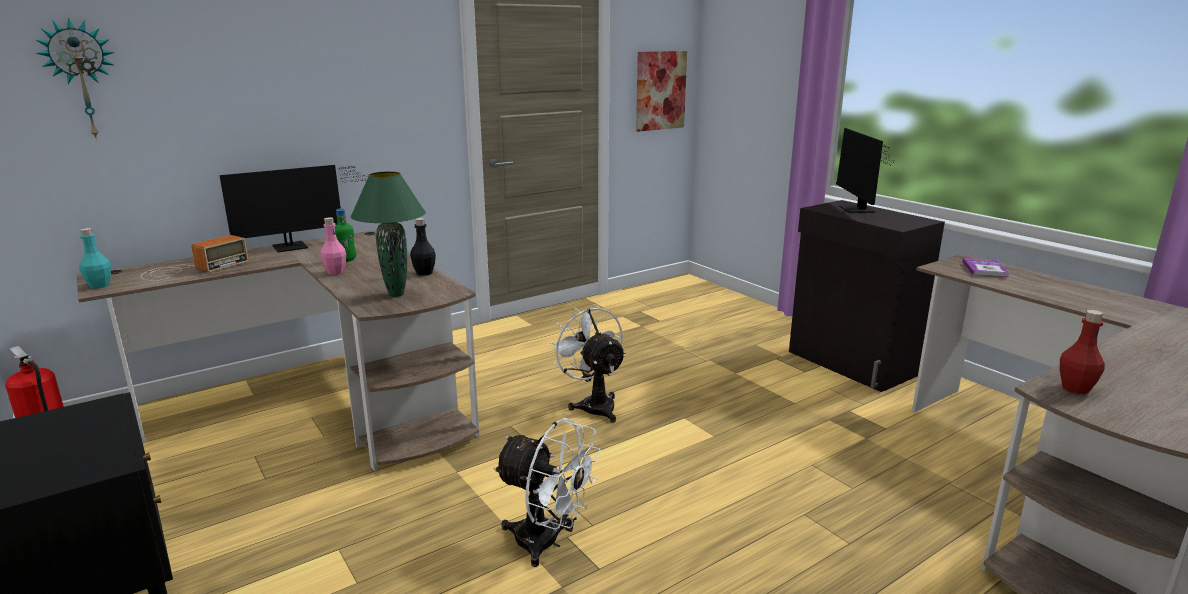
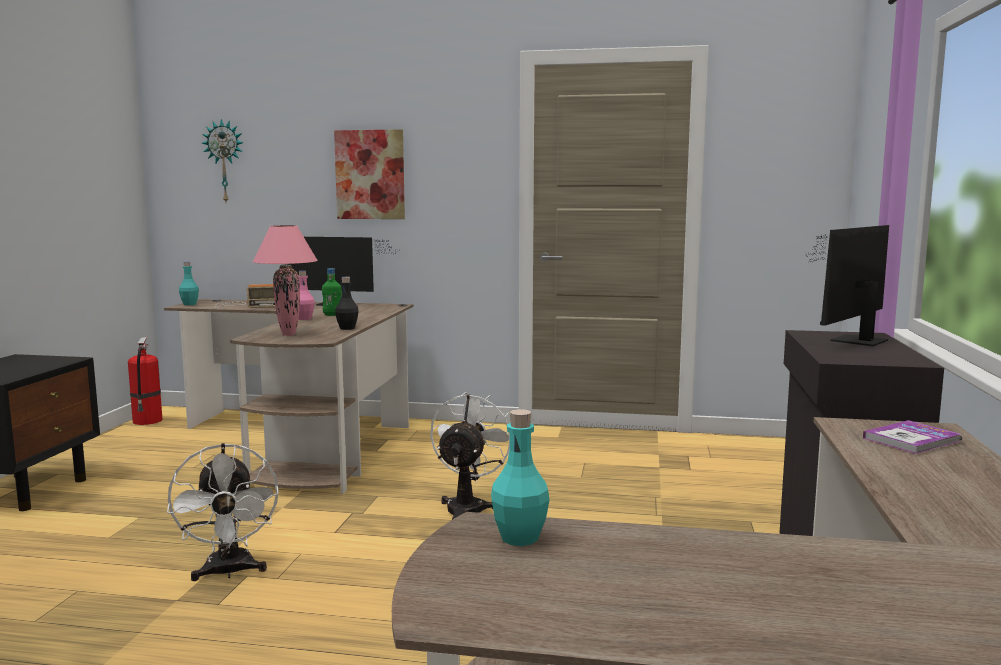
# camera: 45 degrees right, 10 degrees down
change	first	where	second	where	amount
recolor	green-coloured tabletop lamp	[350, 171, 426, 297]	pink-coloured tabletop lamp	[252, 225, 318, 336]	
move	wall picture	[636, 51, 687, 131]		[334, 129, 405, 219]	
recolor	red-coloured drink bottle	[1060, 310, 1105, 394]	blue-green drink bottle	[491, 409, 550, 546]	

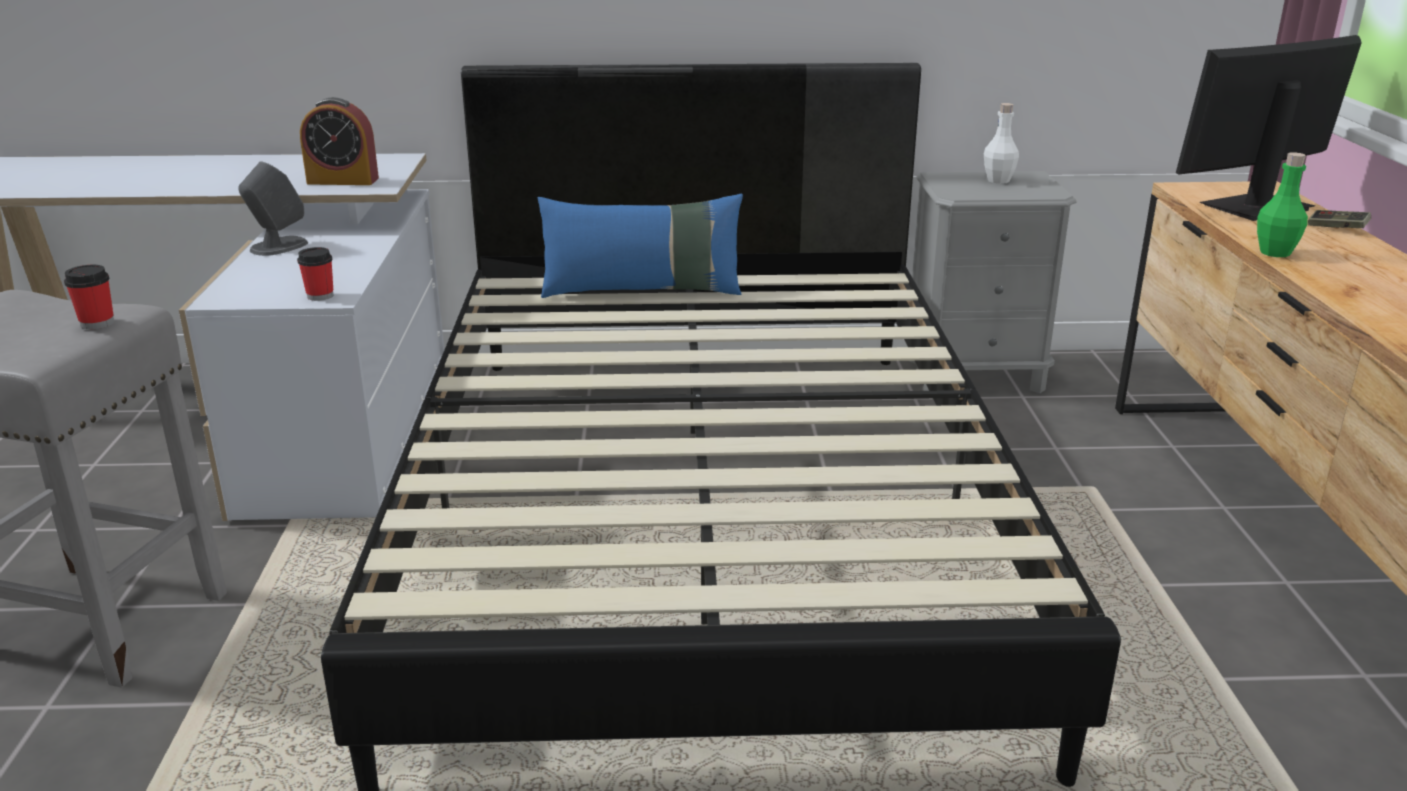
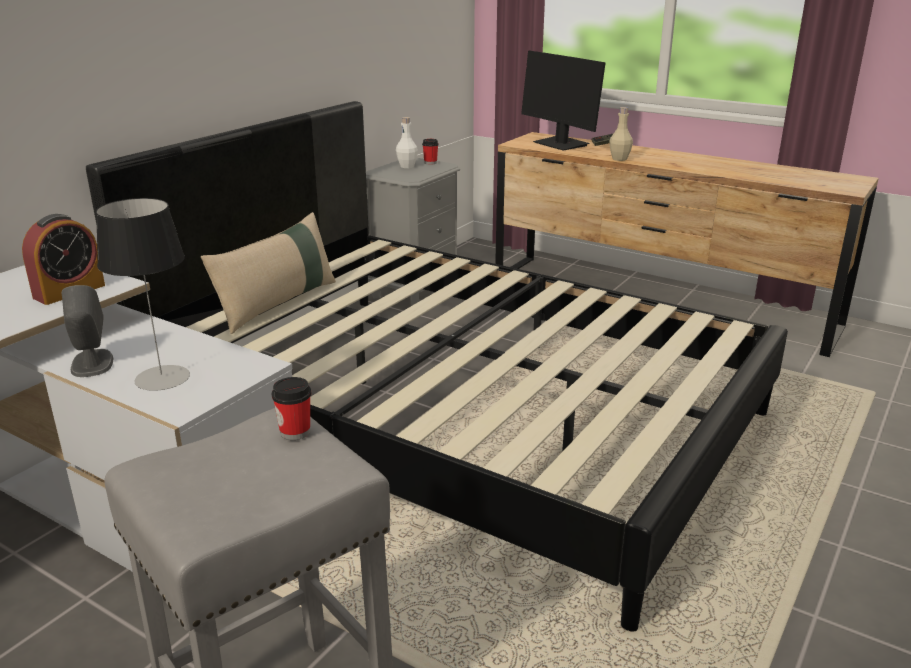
# camera: 55 degrees left, 0 degrees up
change	first	where	second	where	amount
move	small cup	[297, 247, 333, 301]		[422, 139, 439, 165]	
recolor	blue-coloured pillow	[538, 194, 743, 298]	sand-coloured pillow	[201, 212, 336, 334]	
rotate	computer display	[1176, 35, 1362, 221]		[521, 50, 606, 151]	45 degrees counterclockwise
recolor	green-coloured drink bottle	[1257, 152, 1308, 257]	sand-coloured drink bottle	[609, 107, 633, 161]	
insert			tabletop lamp	[96, 198, 190, 391]	

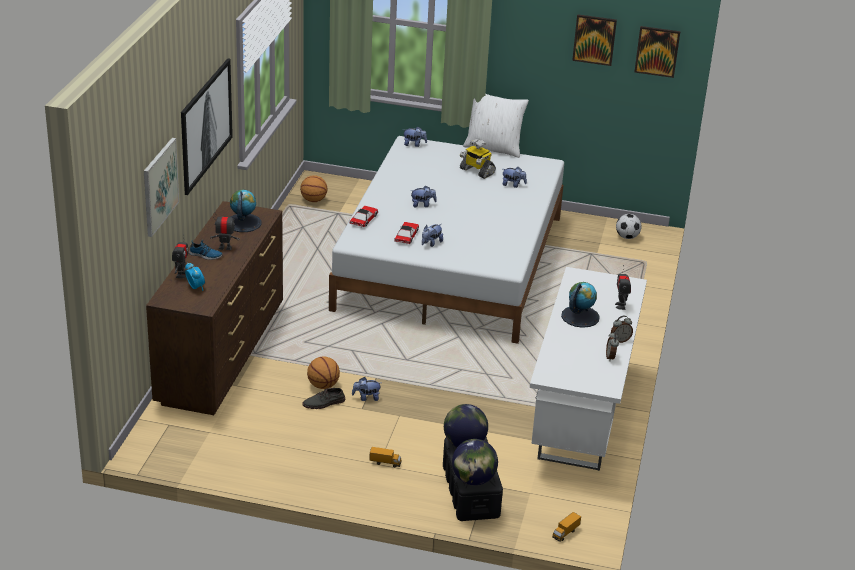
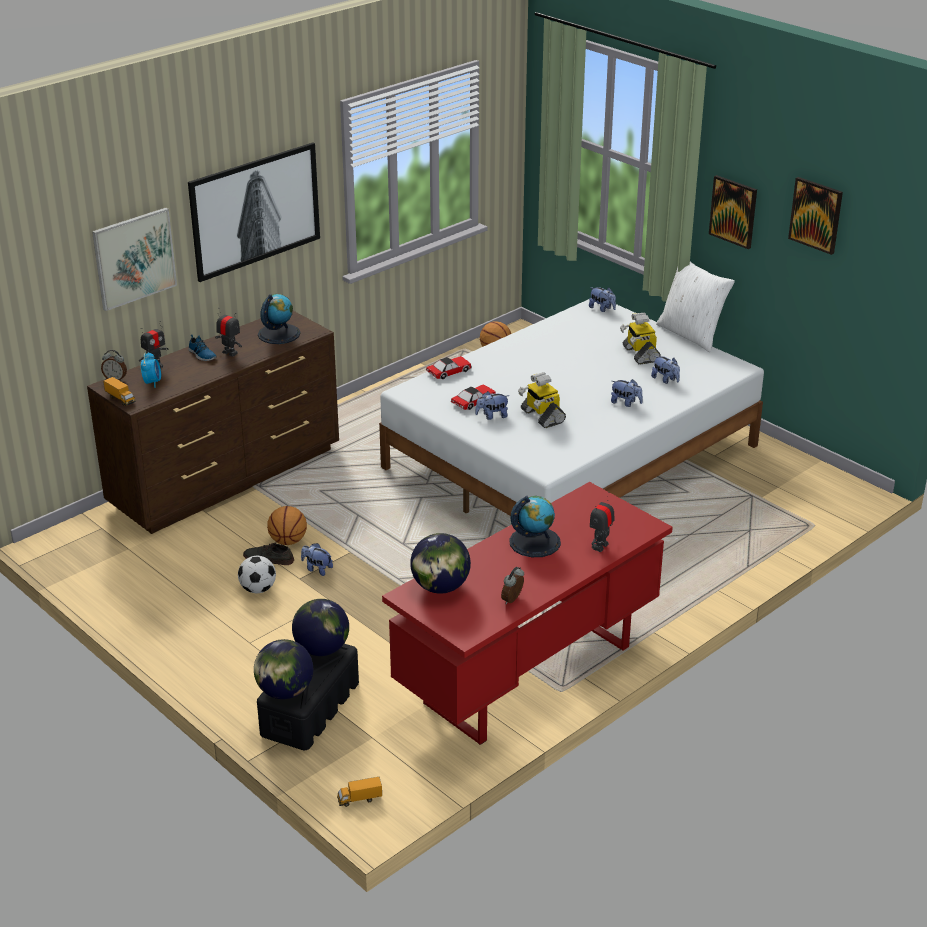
# camera: 35 degrees right, 0 degrees up
change	first	where	second	where	amount
move	toy lorry	[369, 447, 402, 468]		[103, 377, 135, 406]	
move	cuddly toy	[411, 185, 437, 207]		[611, 379, 643, 407]	
recolor	white desk table	[530, 267, 647, 471]	red-coloured desk table	[382, 482, 673, 745]	
move	bedside clock	[611, 316, 633, 343]		[101, 350, 127, 381]	
move	football ball	[616, 214, 642, 239]		[238, 556, 276, 593]	
move	wall picture	[635, 26, 681, 78]		[709, 175, 757, 249]	
insert			world globe	[410, 533, 471, 594]	
insert			toy robot	[518, 372, 566, 428]	

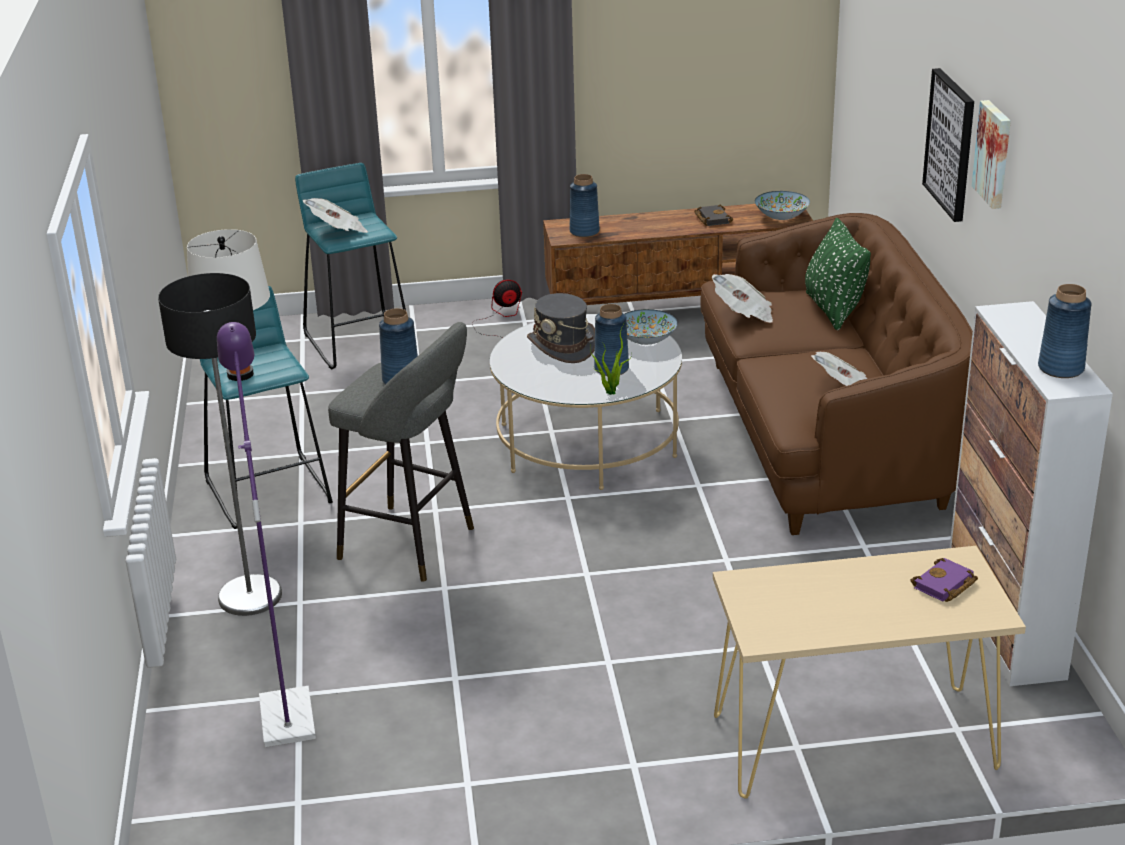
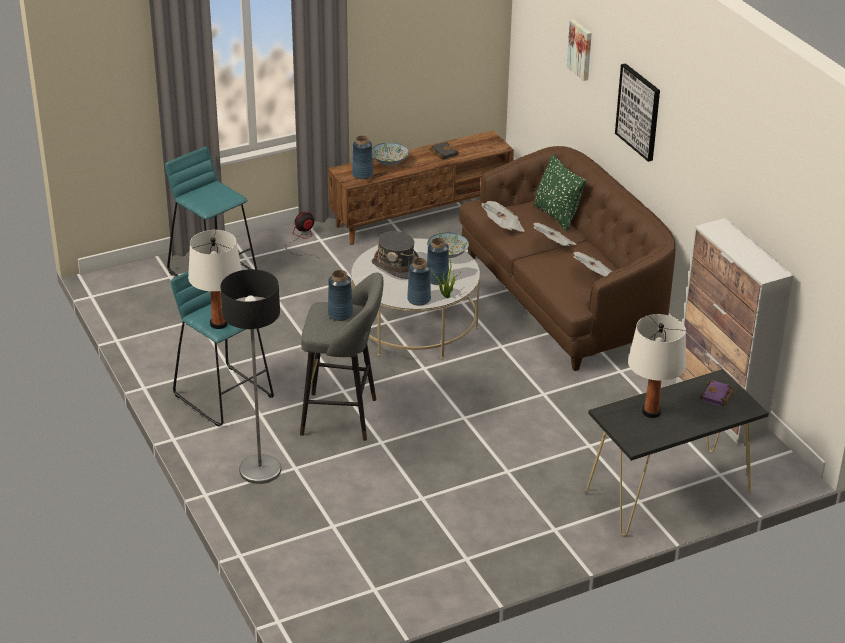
# camera: 20 degrees left, 5 degrees up
change	first	where	second	where	amount
delete	purplish floor lamp	[217, 322, 316, 747]			
move	daily paper	[303, 198, 368, 233]		[533, 223, 576, 246]	
recolor	sand-coloured console table	[713, 546, 1026, 799]	black-coloured console table	[586, 369, 768, 536]	
move	serving bowl	[755, 191, 810, 220]		[372, 143, 409, 166]	
move	wall picture	[972, 100, 1011, 209]		[567, 19, 592, 81]	
move	blue-coloured flower vase	[1038, 284, 1092, 378]		[407, 258, 431, 306]	
insert			white tabletop lamp	[628, 314, 686, 418]	

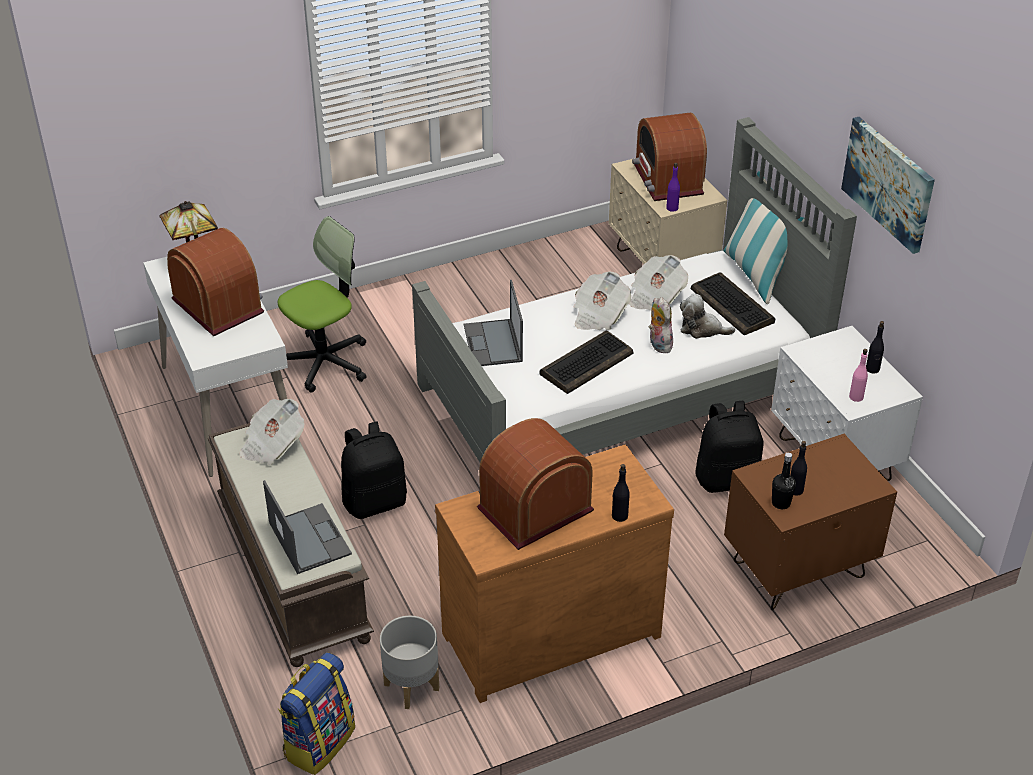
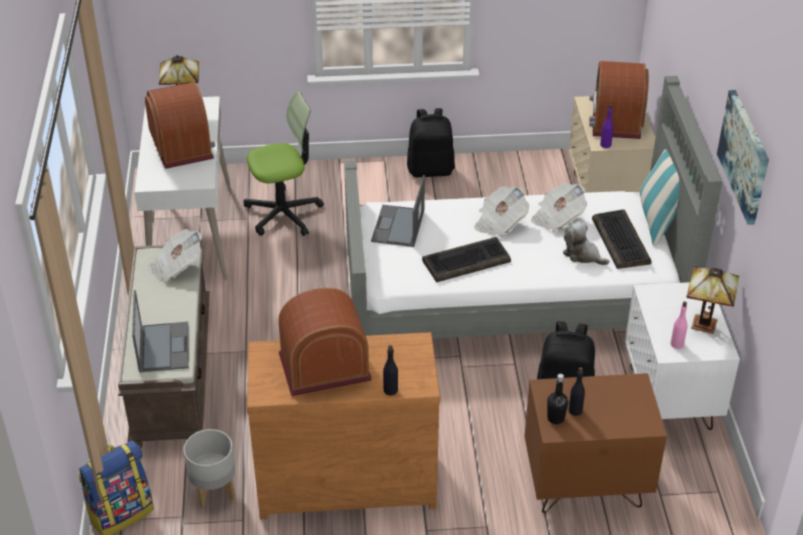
# camera: 20 degrees right, 0 degrees up
change	first	where	second	where	amount
move	black-coloured backpack	[341, 422, 407, 519]		[407, 108, 455, 177]	
delete	cuddly toy	[649, 297, 673, 353]			
replace	black-coloured drink bottle	[866, 321, 884, 374]	tabletop lamp	[687, 267, 739, 334]	

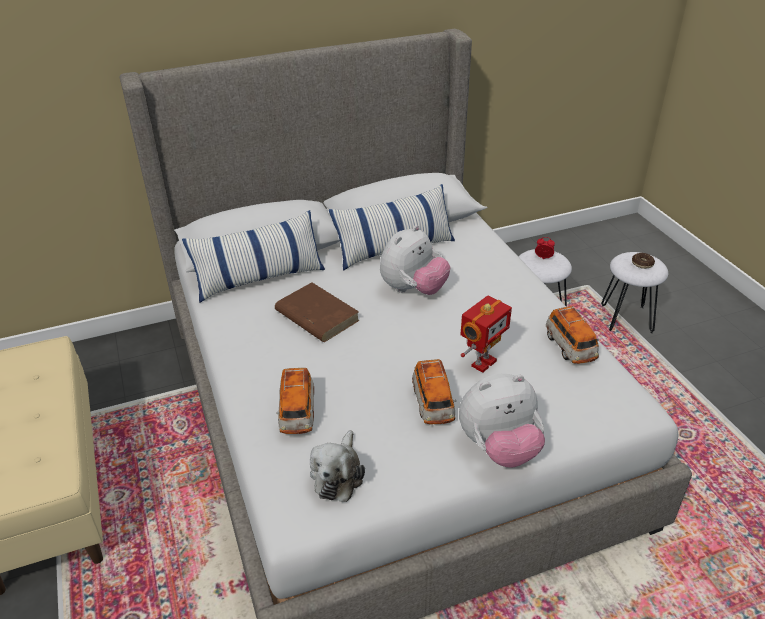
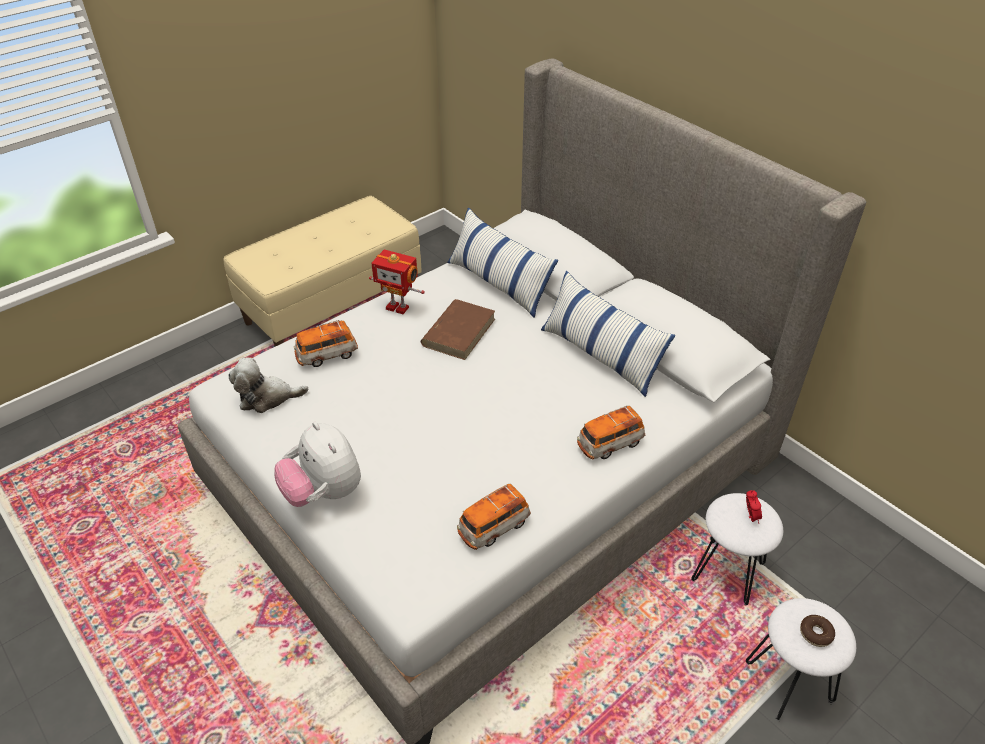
# camera: 70 degrees right, 5 degrees up
change	first	where	second	where	amount
delete	cuddly toy	[380, 225, 450, 295]			
move	toy car	[412, 359, 456, 424]		[577, 406, 645, 460]	
move	toy robot	[461, 296, 512, 373]		[369, 249, 425, 314]	

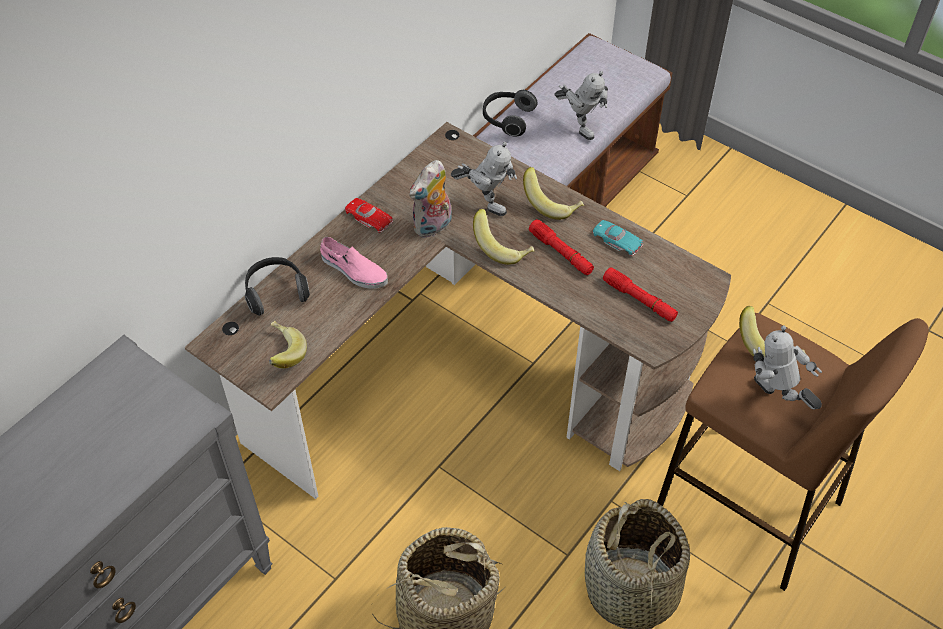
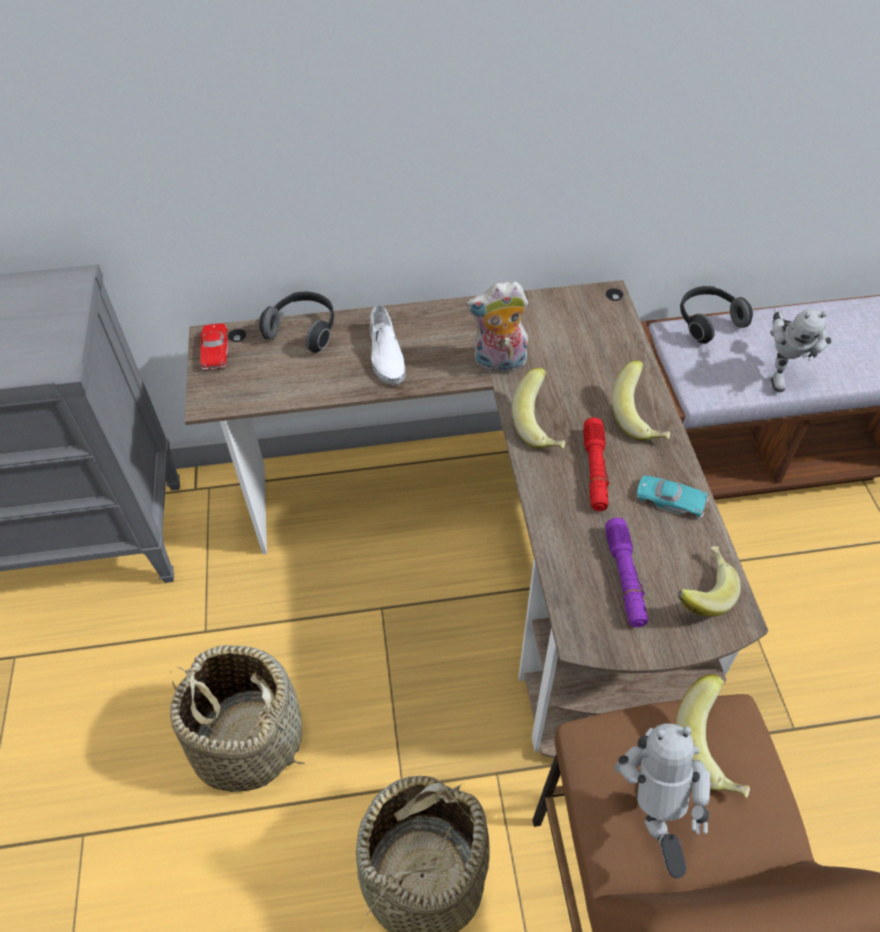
# camera: 45 degrees right, 0 degrees up
change	first	where	second	where	amount
move	banana	[269, 321, 307, 368]		[677, 546, 741, 617]	
recolor	pink-coloured item of footwear	[320, 237, 388, 289]	white item of footwear	[370, 305, 406, 385]	
move	red-coloured toy car	[345, 198, 393, 233]		[200, 323, 228, 370]	
delete	toy robot	[451, 142, 517, 216]			
rotate	blue-green toy car	[593, 220, 643, 256]		[637, 475, 708, 518]	60 degrees counterclockwise
recolor	red-coloured hand torch	[603, 267, 678, 322]	purplish hand torch	[605, 518, 648, 627]	

